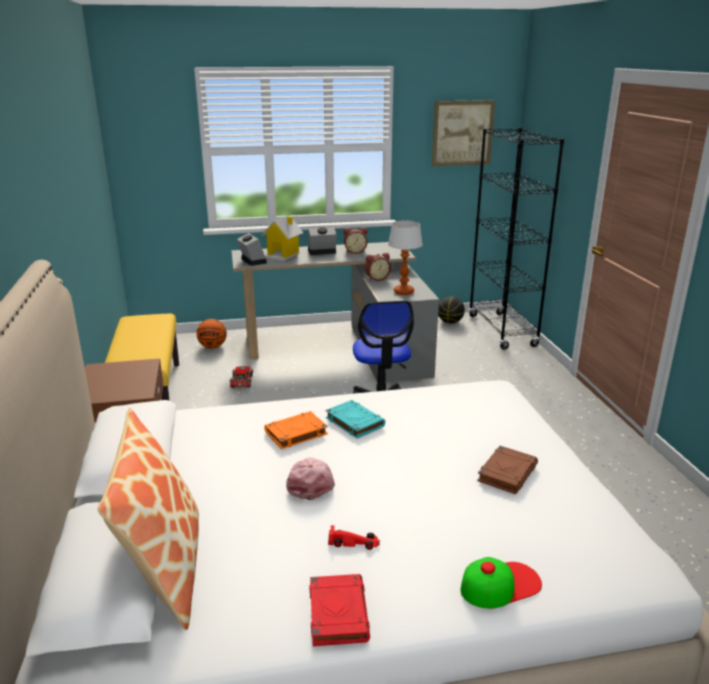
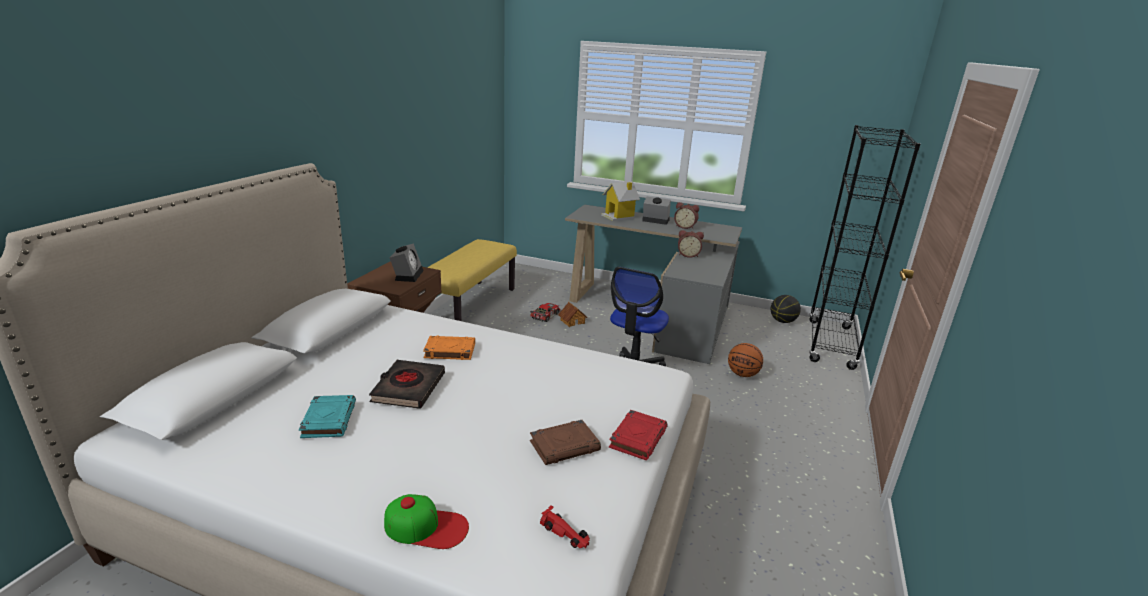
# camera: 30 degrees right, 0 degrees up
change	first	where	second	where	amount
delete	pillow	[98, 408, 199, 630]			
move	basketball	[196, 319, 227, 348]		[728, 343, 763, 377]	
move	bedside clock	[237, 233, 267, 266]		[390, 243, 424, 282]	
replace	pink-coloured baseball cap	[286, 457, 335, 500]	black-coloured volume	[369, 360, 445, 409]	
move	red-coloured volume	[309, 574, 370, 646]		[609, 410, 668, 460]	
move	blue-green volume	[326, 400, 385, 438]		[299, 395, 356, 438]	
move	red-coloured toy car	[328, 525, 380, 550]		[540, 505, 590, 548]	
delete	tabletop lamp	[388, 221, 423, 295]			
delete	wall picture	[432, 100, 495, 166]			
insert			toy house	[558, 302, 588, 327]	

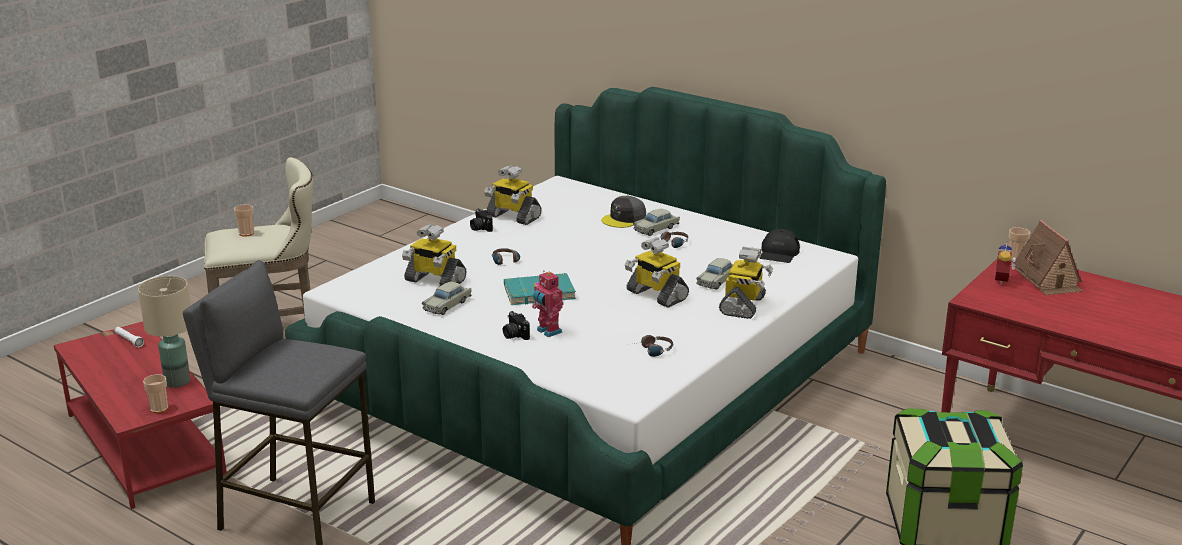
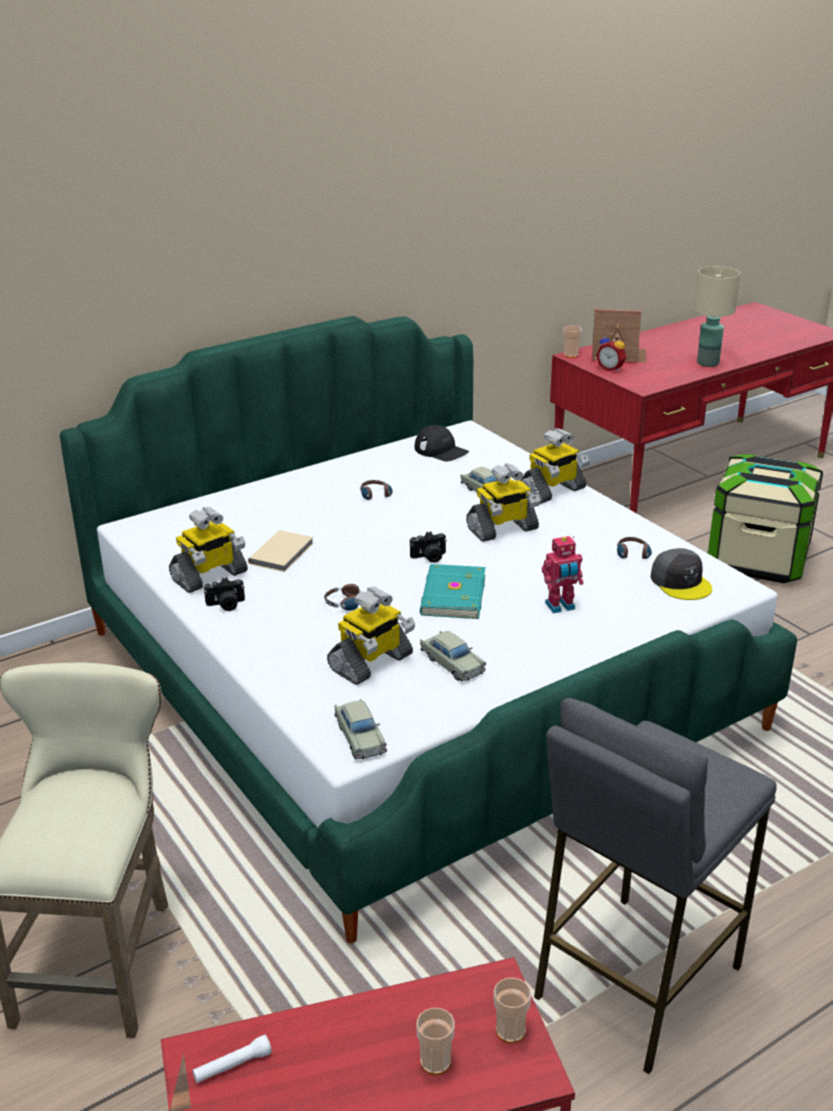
# camera: 70 degrees left, 5 degrees up
change	first	where	second	where	amount
move	sand-coloured tabletop lamp	[138, 276, 191, 388]		[694, 266, 740, 367]	
move	small cup	[234, 204, 254, 237]		[416, 1008, 455, 1075]	
move	photo camera	[503, 311, 530, 340]		[410, 531, 447, 563]	
move	gray baseball cap	[601, 196, 646, 228]		[650, 548, 712, 600]	
move	sand-coloured toy car	[633, 209, 680, 236]		[335, 699, 387, 759]	
rotate	toy robot	[719, 247, 773, 319]		[520, 428, 590, 504]	105 degrees clockwise
insert			sand-coloured volume	[248, 530, 314, 572]	

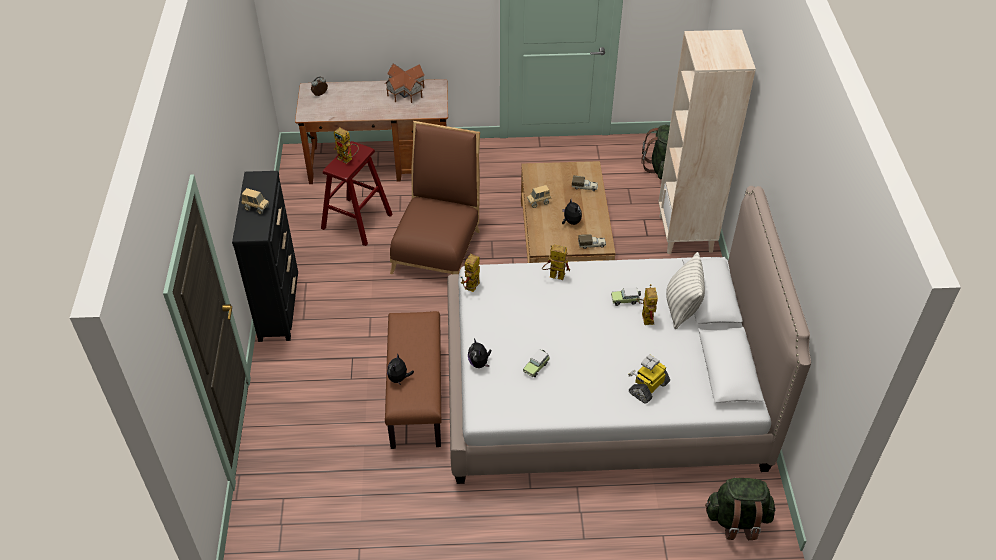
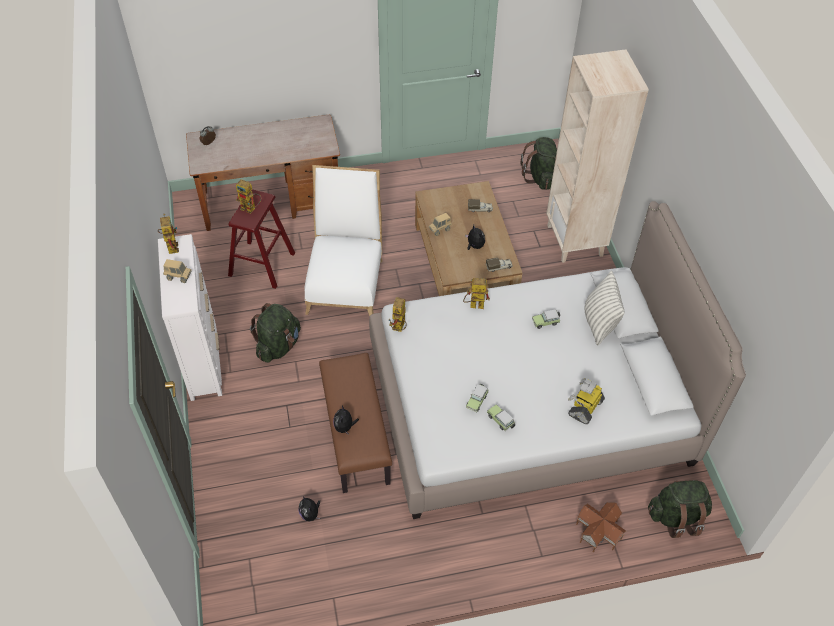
# camera: 10 degrees left, 5 degrees up
change	first	where	second	where	amount
recolor	black-coloured chest of drawers	[232, 171, 298, 342]	white chest of drawers	[158, 234, 222, 401]	
move	toy house	[385, 64, 425, 103]		[576, 502, 627, 553]	
recolor	brown-coloured plain chair	[390, 121, 480, 274]	white plain chair	[305, 165, 383, 316]	
move	cuddly toy	[468, 339, 491, 368]		[298, 496, 320, 521]	
move	toy robot	[636, 284, 658, 325]		[158, 214, 179, 254]	
insert			green-coloured backpack	[250, 303, 301, 363]	
insert			toy car	[487, 404, 515, 432]	

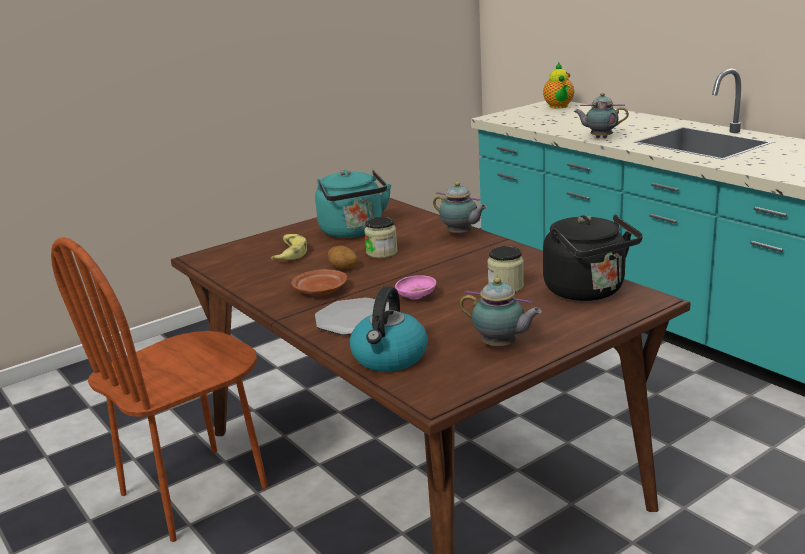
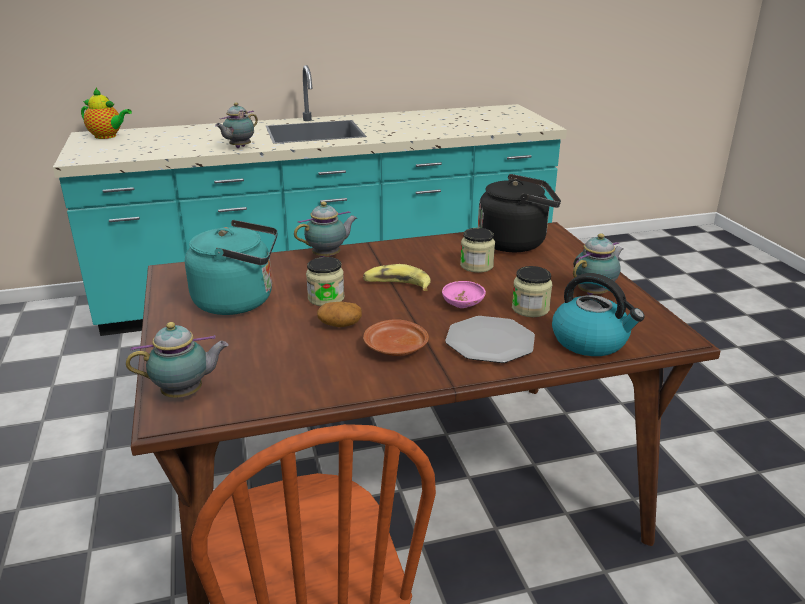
# camera: 70 degrees left, 5 degrees up
change	first	where	second	where	amount
move	banana	[271, 234, 307, 260]		[363, 264, 431, 291]	
insert			teapot	[126, 322, 229, 398]	
insert			preserve jar	[512, 266, 552, 317]	

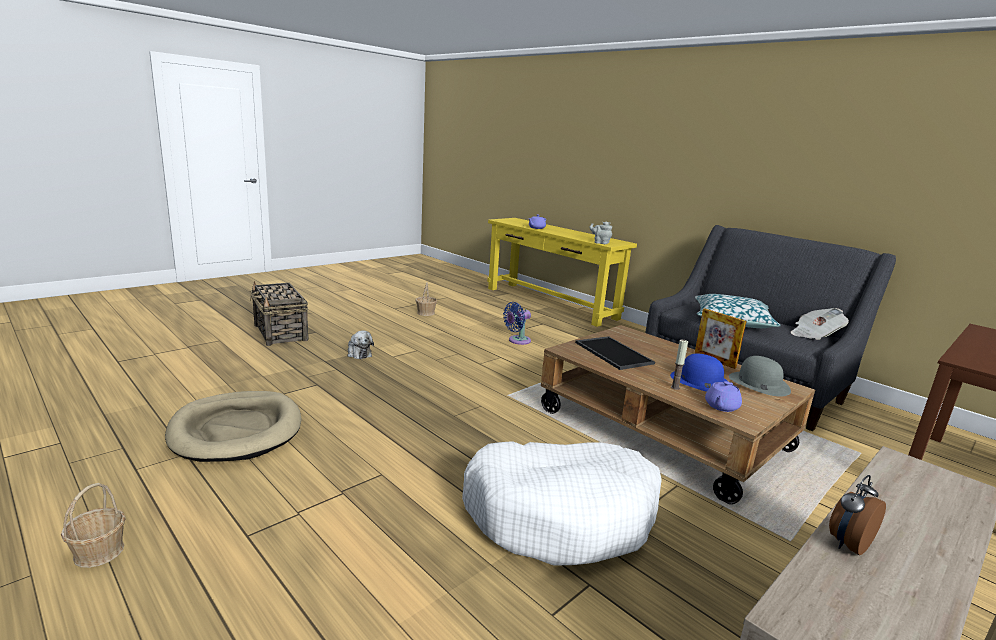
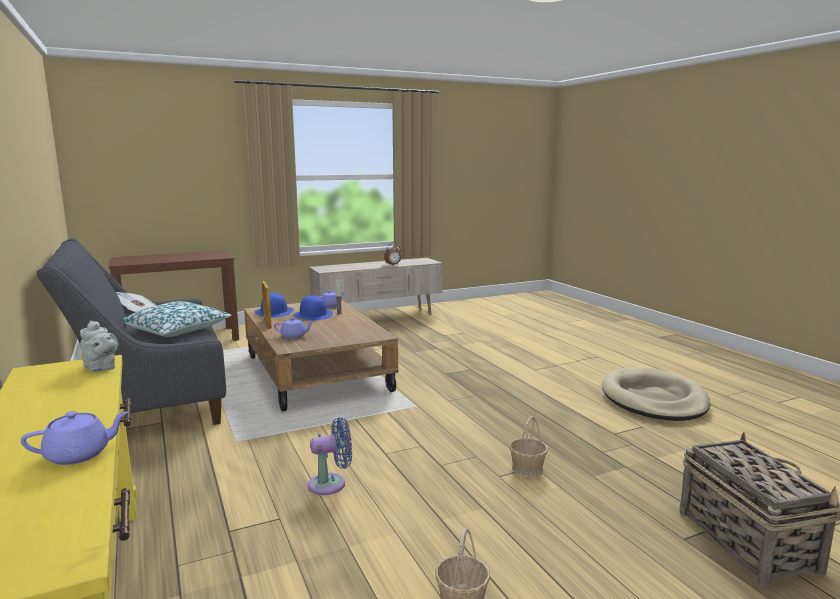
# camera: 160 degrees left, 5 degrees down
change	first	where	second	where	amount
move	storage basket	[61, 483, 126, 568]		[509, 416, 548, 477]	
delete	cuddly toy	[348, 331, 374, 359]			
delete	white dog bed	[462, 441, 662, 566]			
delete	carrying tray	[575, 336, 655, 370]			
recolor	gray wearable hat	[729, 356, 791, 397]	blue-coloured wearable hat	[255, 293, 294, 318]	
insert			purplish teapot	[274, 317, 314, 339]	

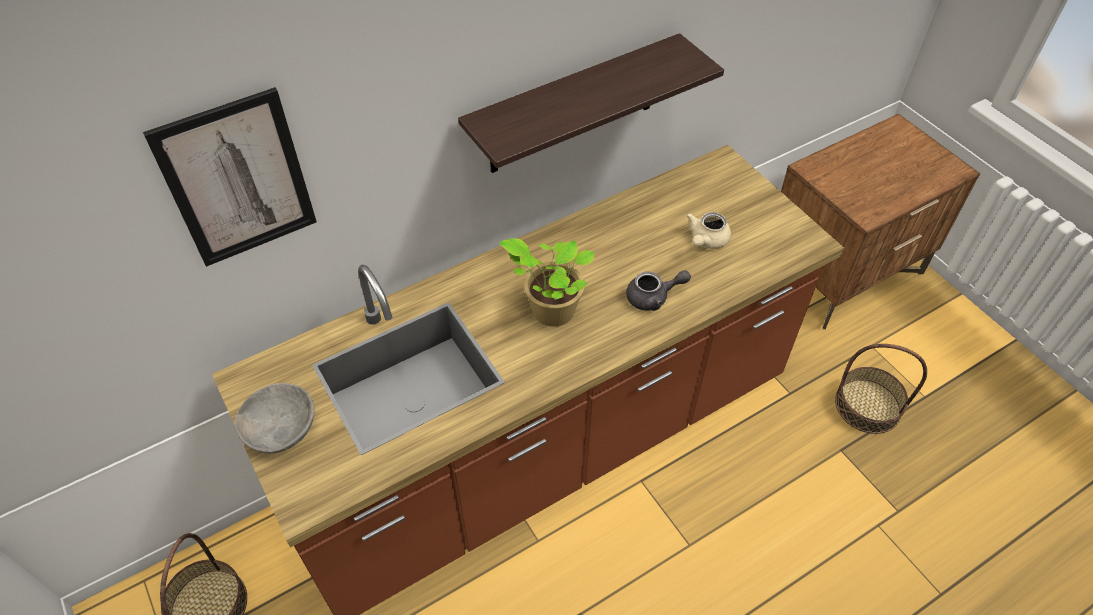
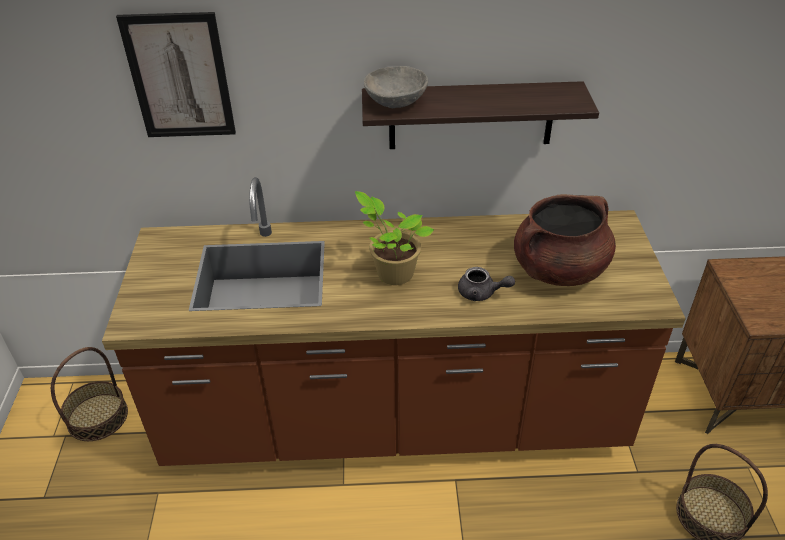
# camera: 30 degrees right, 10 degrees down
change	first	where	second	where	amount
move	gray serving bowl	[235, 383, 314, 454]		[364, 66, 428, 108]	
replace	sand-coloured teapot	[686, 212, 731, 249]	brown-coloured saucepot	[514, 194, 616, 286]	

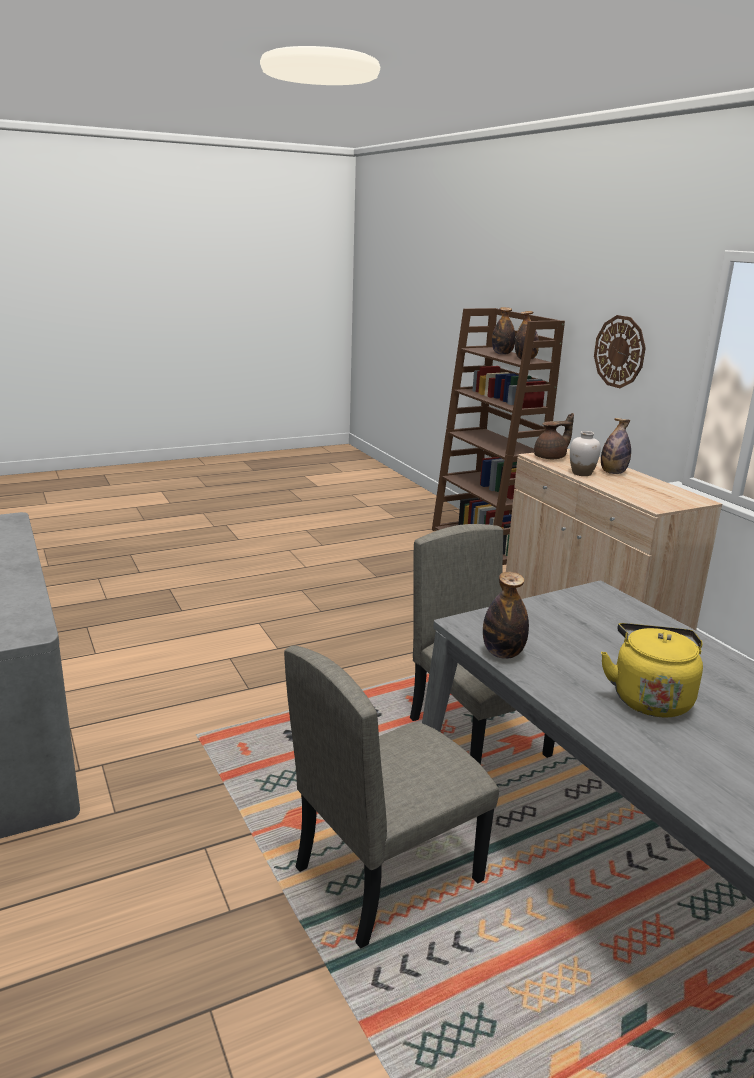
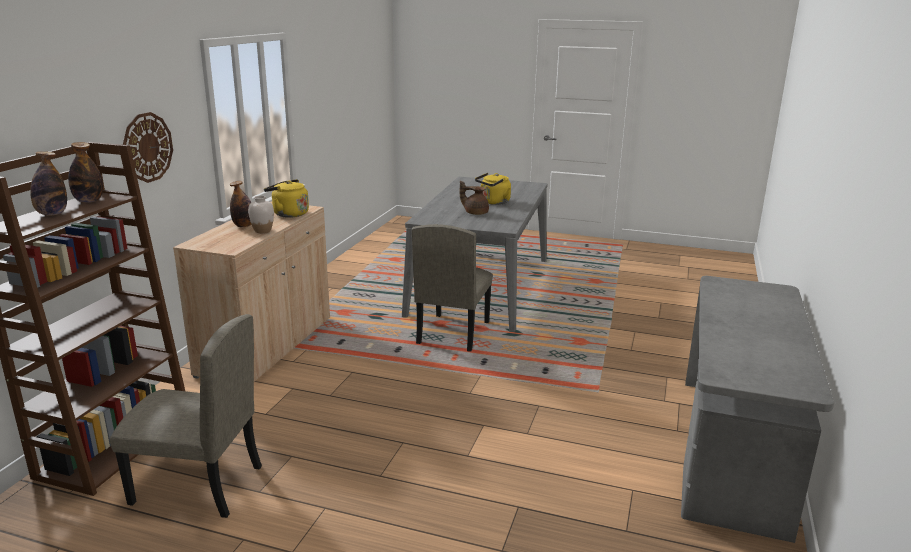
# camera: 135 degrees left, 0 degrees up
change	first	where	second	where	amount
move	sand-coloured plain chair	[284, 646, 499, 948]		[110, 314, 262, 518]	
delete	drink bottle	[483, 572, 529, 659]			
move	brown-coloured teapot	[534, 413, 574, 459]		[460, 181, 489, 215]	
insert			yellow kettle	[264, 179, 309, 218]	

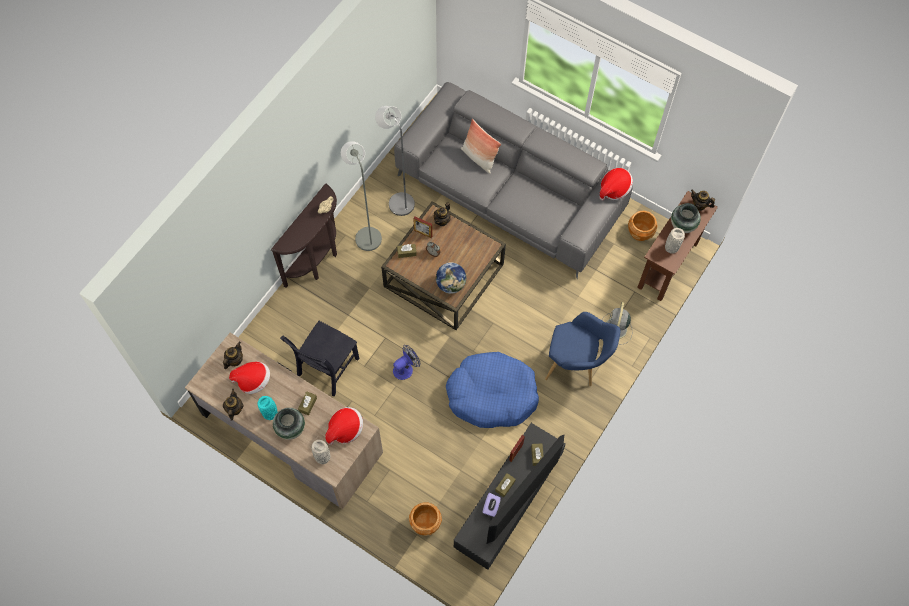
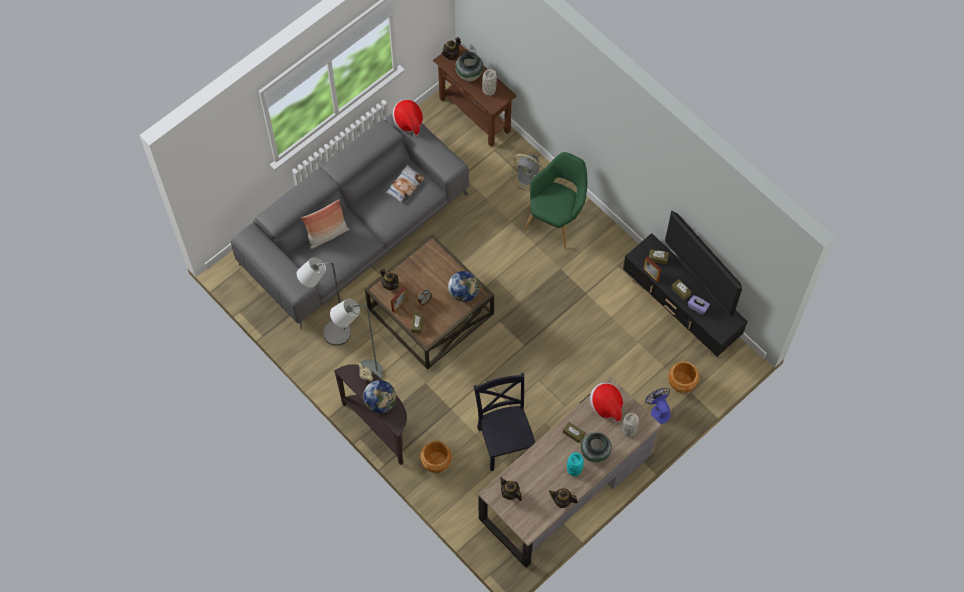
# camera: 75 degrees left, 0 degrees up
change	first	where	second	where	amount
delete	wearable hat	[229, 361, 270, 394]			
rotate	black-coloured plain chair	[280, 321, 359, 396]		[474, 373, 535, 471]	150 degrees counterclockwise
move	fan	[393, 345, 421, 380]		[645, 388, 671, 424]	
delete	blue-coloured dog bed	[446, 352, 539, 428]			
recolor	blue-coloured armchair	[545, 312, 620, 386]	green-coloured armchair	[524, 152, 587, 249]	
move	brown-coloured planter	[628, 211, 657, 241]		[420, 441, 452, 473]	
insert			world globe	[363, 380, 396, 413]	
insert			pillow	[385, 165, 425, 204]	

